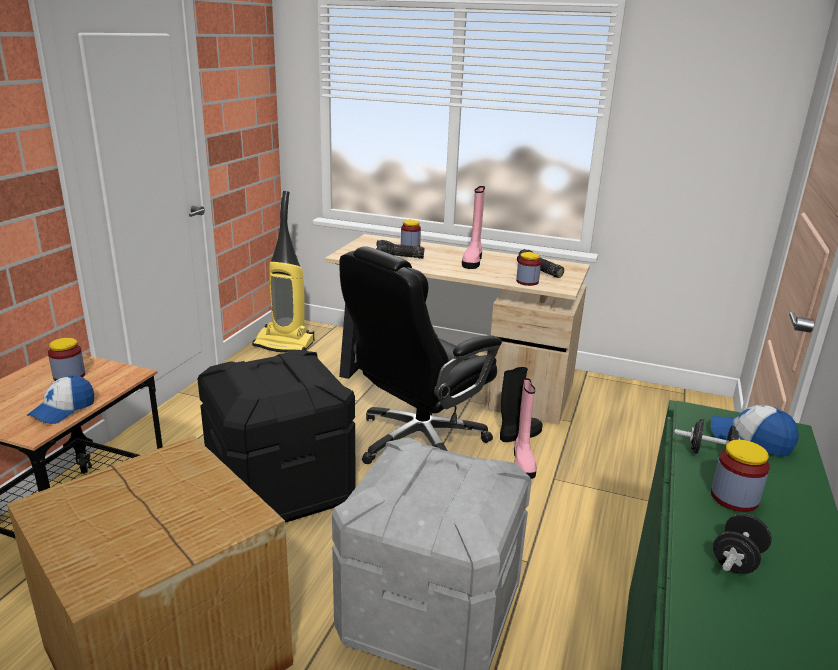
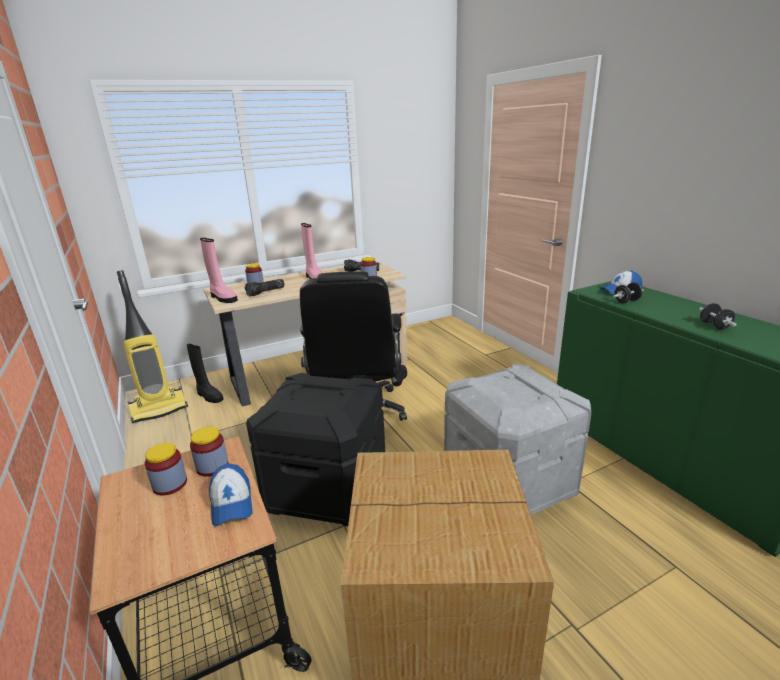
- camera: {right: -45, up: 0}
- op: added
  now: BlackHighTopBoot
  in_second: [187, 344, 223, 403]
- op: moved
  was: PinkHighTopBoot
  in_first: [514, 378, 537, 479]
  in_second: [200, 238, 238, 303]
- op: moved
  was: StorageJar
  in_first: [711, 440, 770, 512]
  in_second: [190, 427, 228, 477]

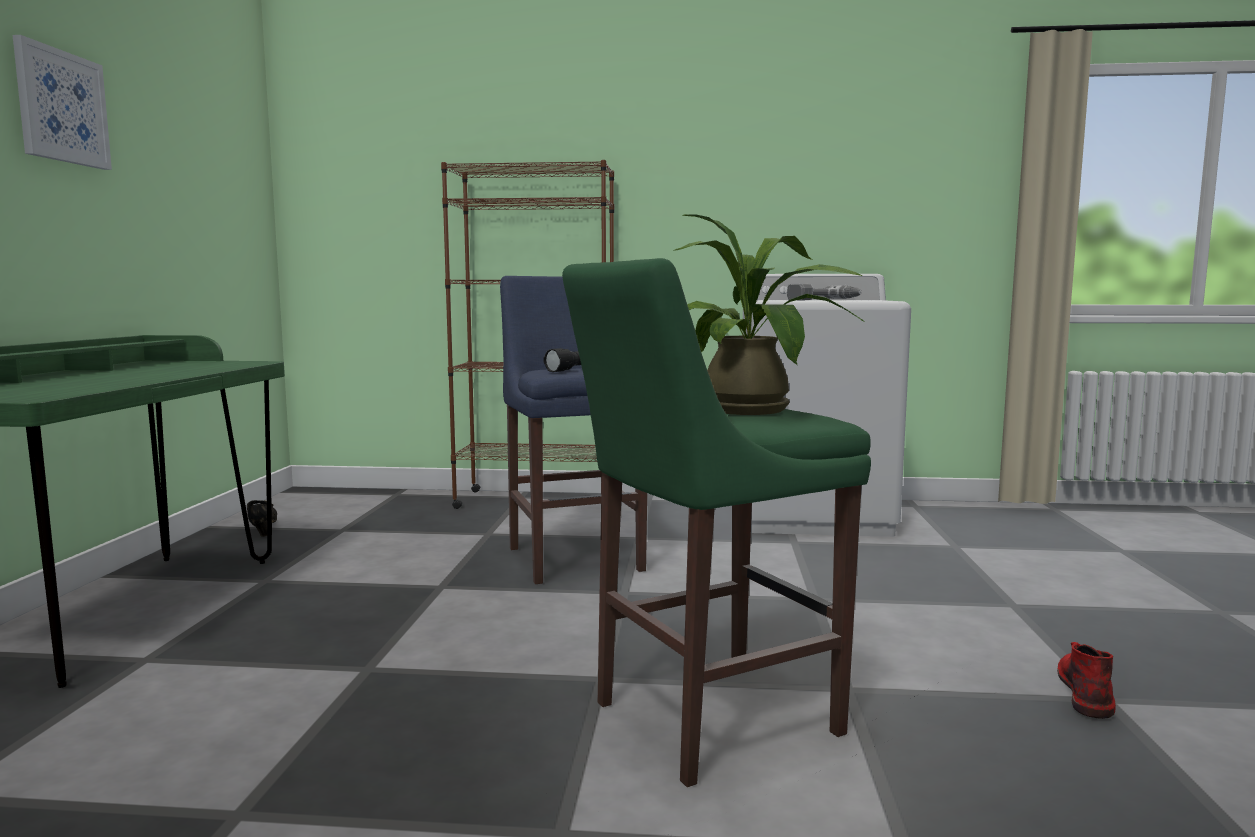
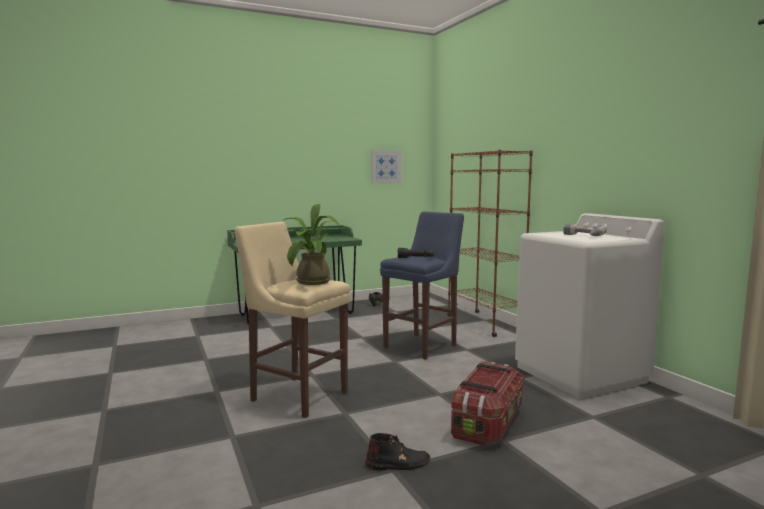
- camera: {right: 60, up: 0}
- op: added
  now: StorageBin
  in_second: [451, 361, 524, 446]
- op: moved
  was: Picture
  in_first: [13, 35, 112, 170]
  in_second: [371, 150, 401, 183]
- op: recoloured
  was: GreenishSittingStool
  now: BeigeColouredSittingStool
  in_first: [562, 258, 871, 787]
  in_second: [234, 222, 351, 418]
- op: recoloured
  was: ReddishHighTopBoot
  now: BlackHighTopBoot
  in_first: [1057, 642, 1116, 719]
  in_second: [365, 433, 431, 470]

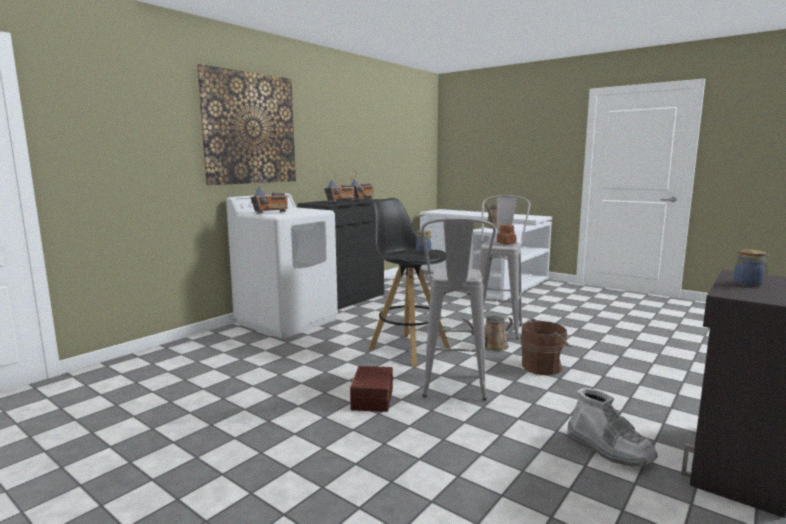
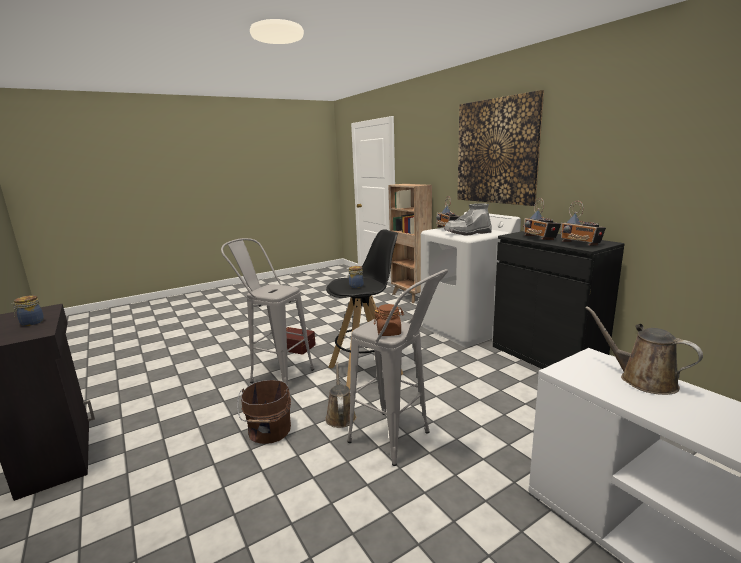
- camera: {right: 110, up: 5}
- op: added
  now: BrownBookshelf
  in_second: [389, 184, 432, 303]
- op: moved
  was: GrayHighTopBoot
  in_first: [567, 388, 658, 467]
  in_second: [444, 203, 492, 236]

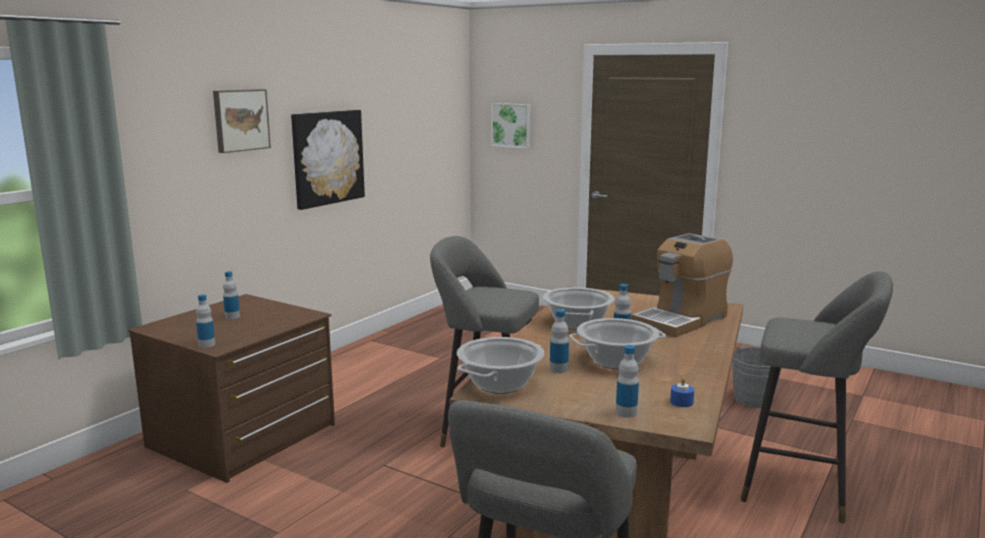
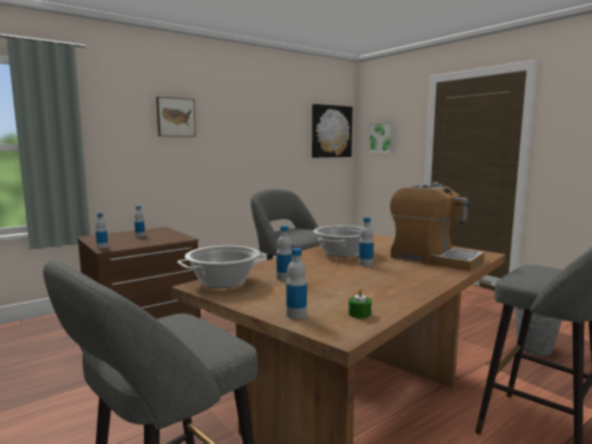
- camera: {right: 20, up: -5}
- op: removed
  was: Stockpot
  in_first: [569, 318, 666, 369]
- op: moved
  was: Picture
  in_first: [291, 110, 365, 210]
  in_second: [312, 104, 352, 158]
- op: recoloured
  was: BluishCandle
  now: GreenishCandle
  in_first: [670, 377, 694, 407]
  in_second: [349, 288, 371, 319]
- op: turned
  was: CoffeeMachine
  in_first: [631, 233, 733, 337]
  in_second: [390, 185, 485, 271]
  clockwise: -120

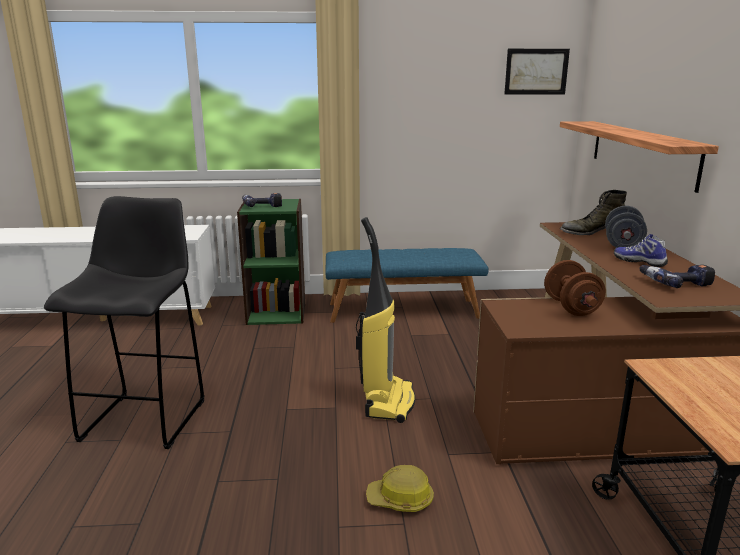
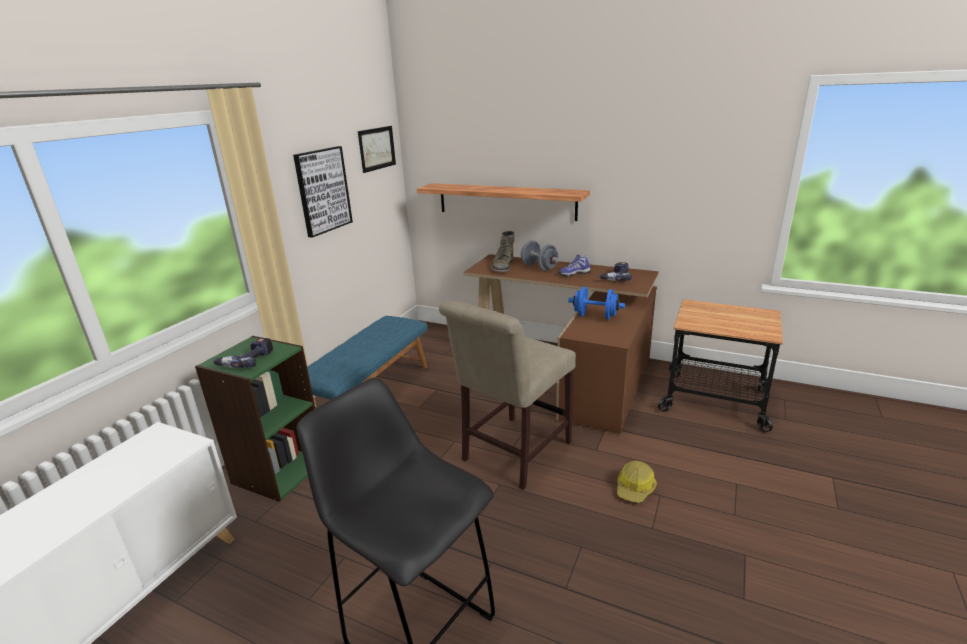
- camera: {right: -60, up: 5}
- op: added
  now: Picture
  in_second: [293, 146, 353, 238]
- op: replaced
  was: Hoover
  now: BeigeColouredChair
  in_first: [356, 217, 415, 423]
  in_second: [439, 301, 576, 490]
- op: recoloured
  was: BrownHandWeight
  now: BluishHandWeight
  in_first: [544, 260, 606, 316]
  in_second: [568, 286, 625, 319]

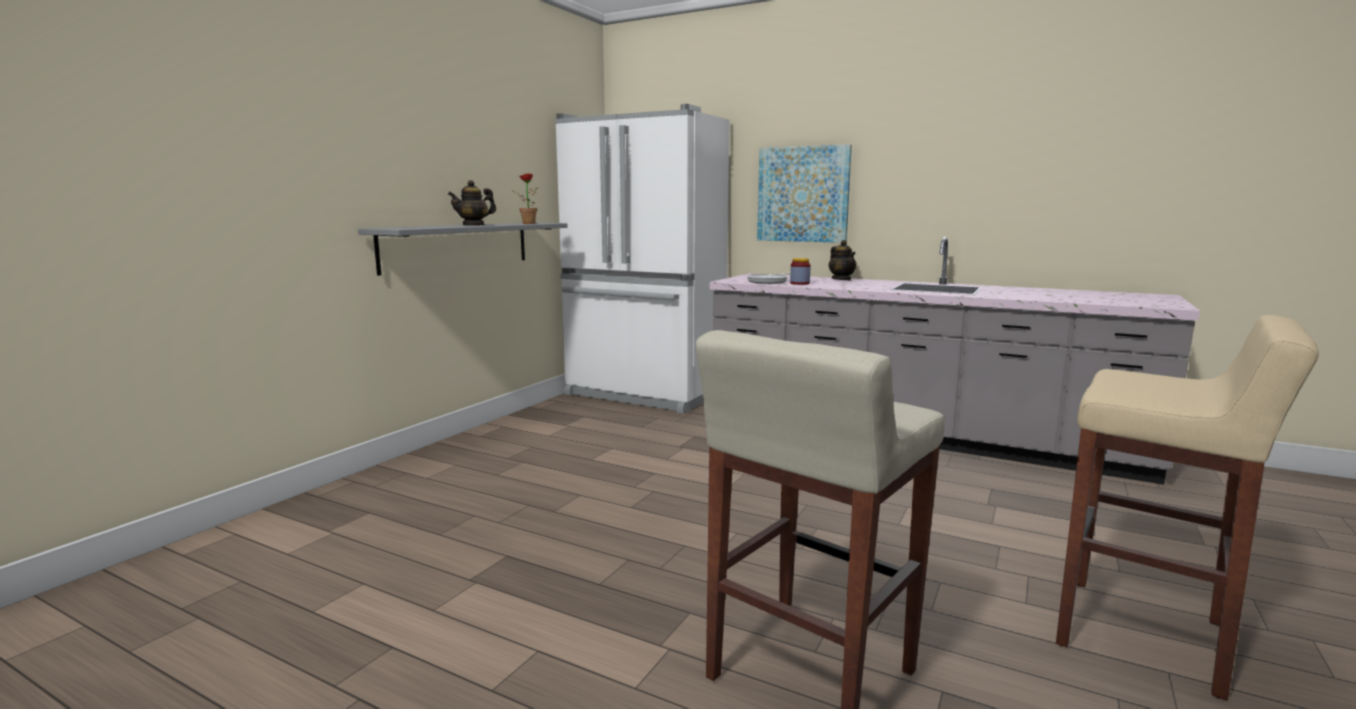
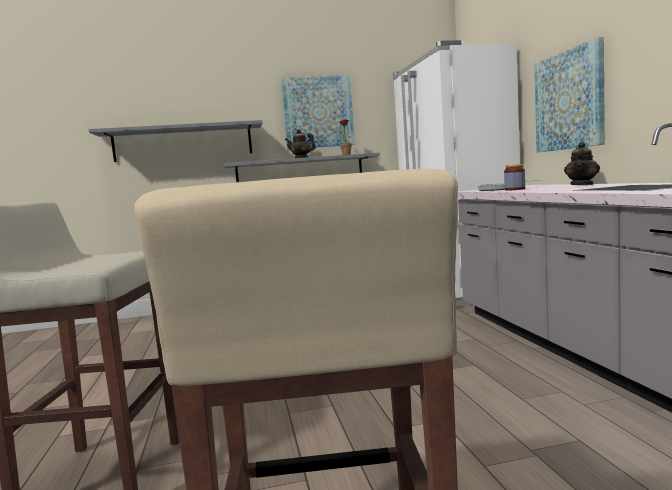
- camera: {right: 50, up: -5}
- op: added
  now: GrayBracketShelf
  in_second: [89, 120, 262, 162]
- op: added
  now: Picture
  in_second: [281, 75, 355, 149]

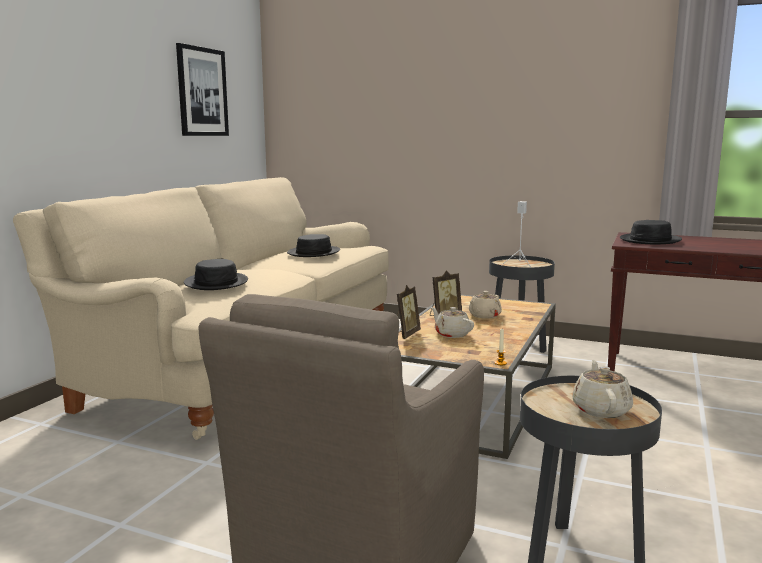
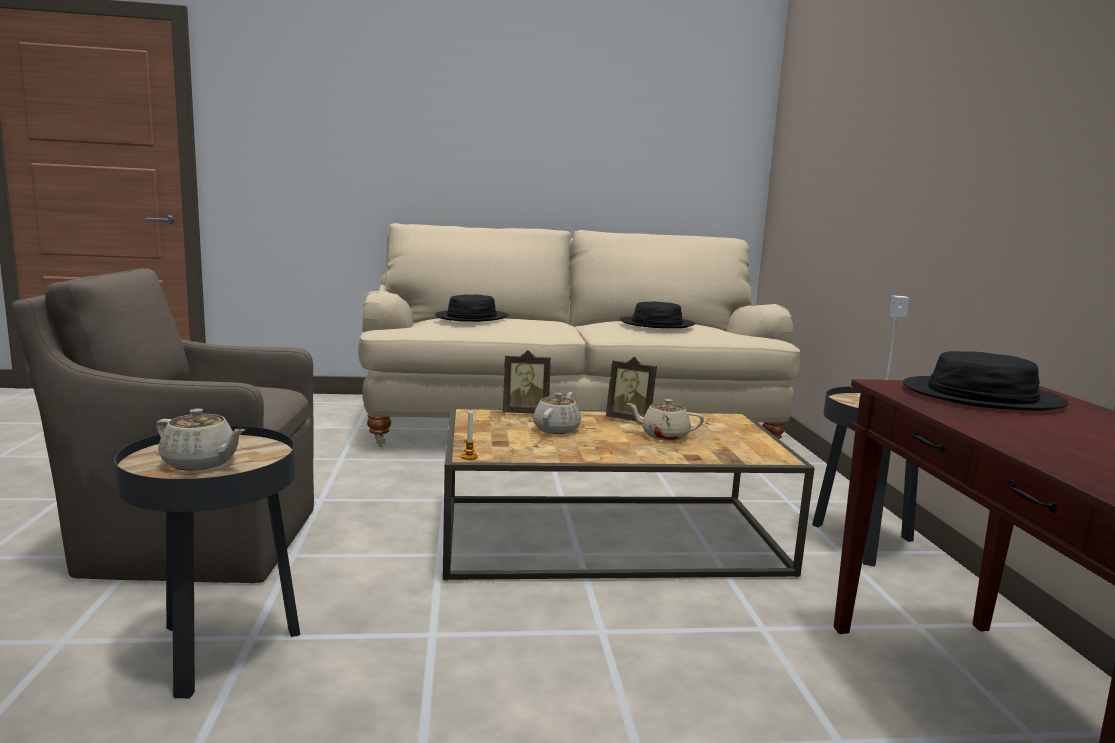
- camera: {right: 60, up: 0}
- op: removed
  was: Picture
  in_first: [176, 43, 229, 136]
- op: turned
  was: BeigeColouredTeaPot
  in_first: [573, 360, 633, 418]
  in_second: [156, 409, 245, 471]
  clockwise: 45

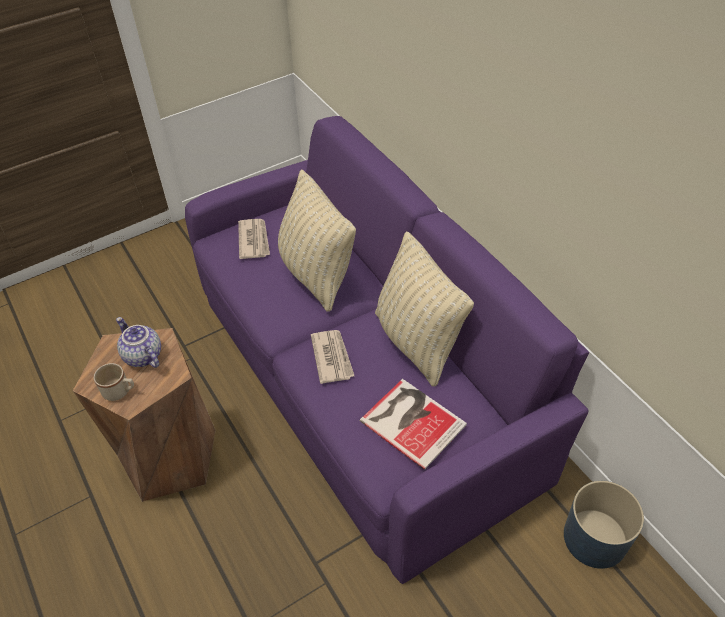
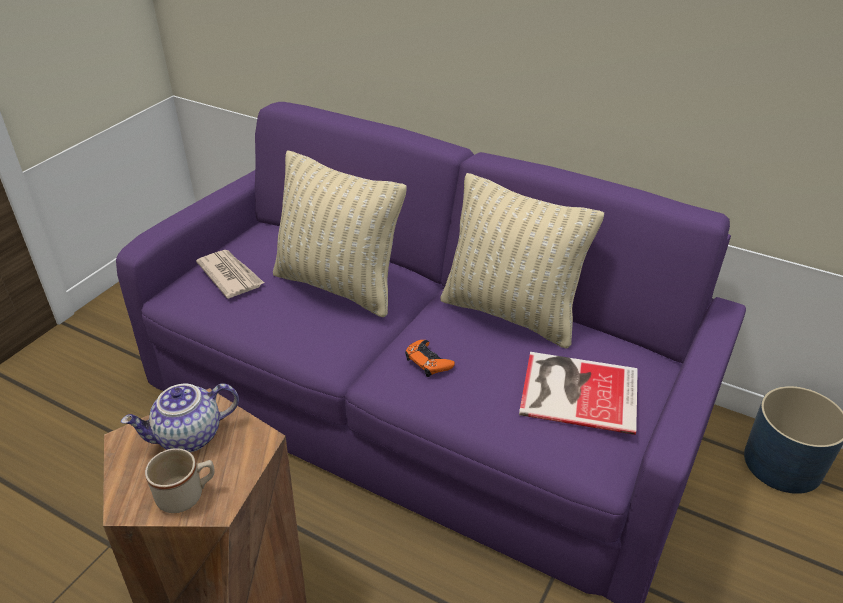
- camera: {right: -30, up: -10}
- op: replaced
  was: DailyPaper
  now: OrangeColouredGameController
  in_first: [311, 330, 354, 384]
  in_second: [405, 340, 455, 377]
- op: turned
  was: TeaPot
  in_first: [116, 317, 161, 368]
  in_second: [121, 383, 239, 452]
  clockwise: -45

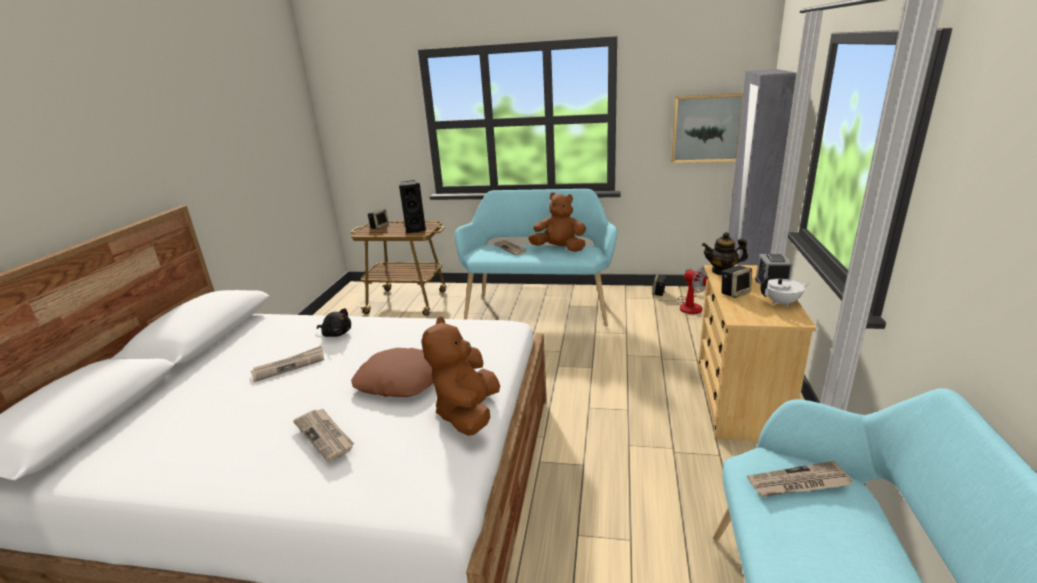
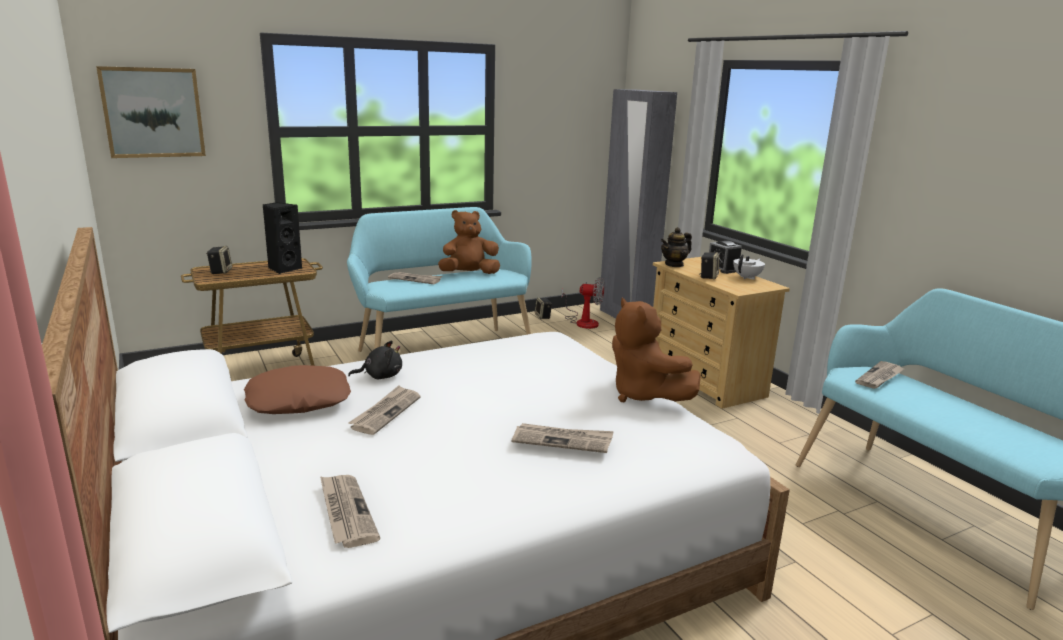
- camera: {right: -40, up: -5}
- op: added
  now: DailyPaper
  in_second: [320, 475, 380, 548]
- op: moved
  was: BrownPillow
  in_first: [351, 348, 433, 397]
  in_second: [244, 365, 351, 414]
- op: moved
  was: Picture
  in_first: [672, 93, 743, 163]
  in_second: [96, 66, 206, 158]

